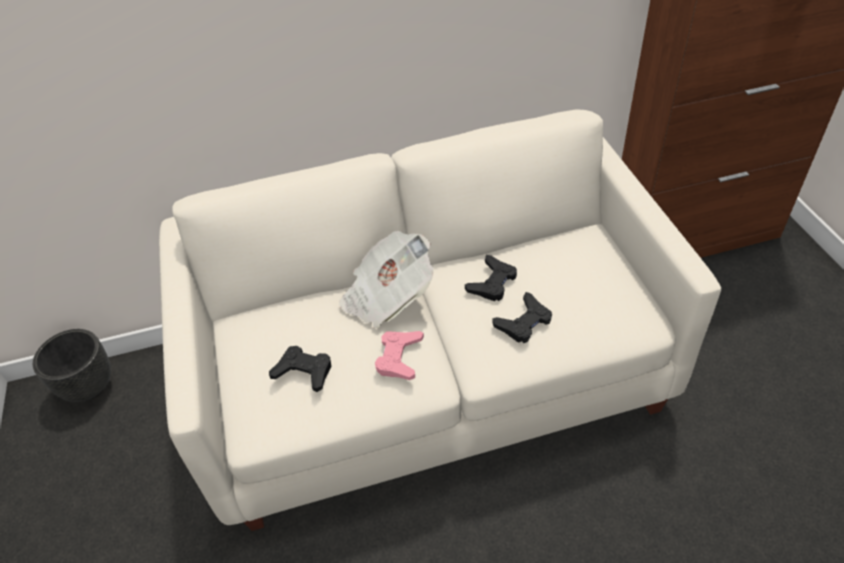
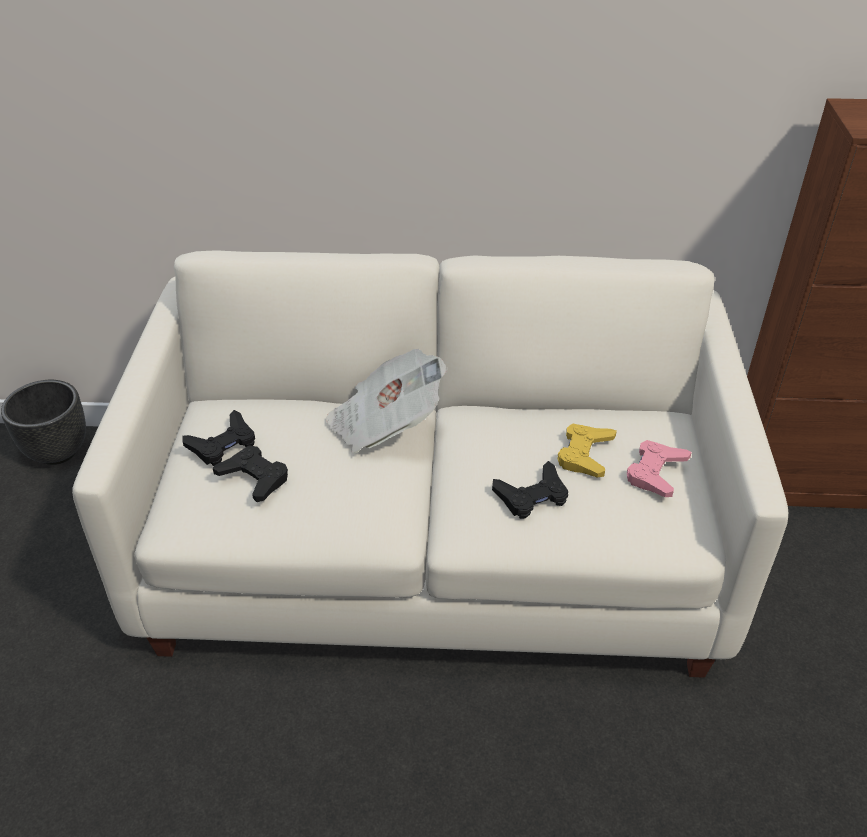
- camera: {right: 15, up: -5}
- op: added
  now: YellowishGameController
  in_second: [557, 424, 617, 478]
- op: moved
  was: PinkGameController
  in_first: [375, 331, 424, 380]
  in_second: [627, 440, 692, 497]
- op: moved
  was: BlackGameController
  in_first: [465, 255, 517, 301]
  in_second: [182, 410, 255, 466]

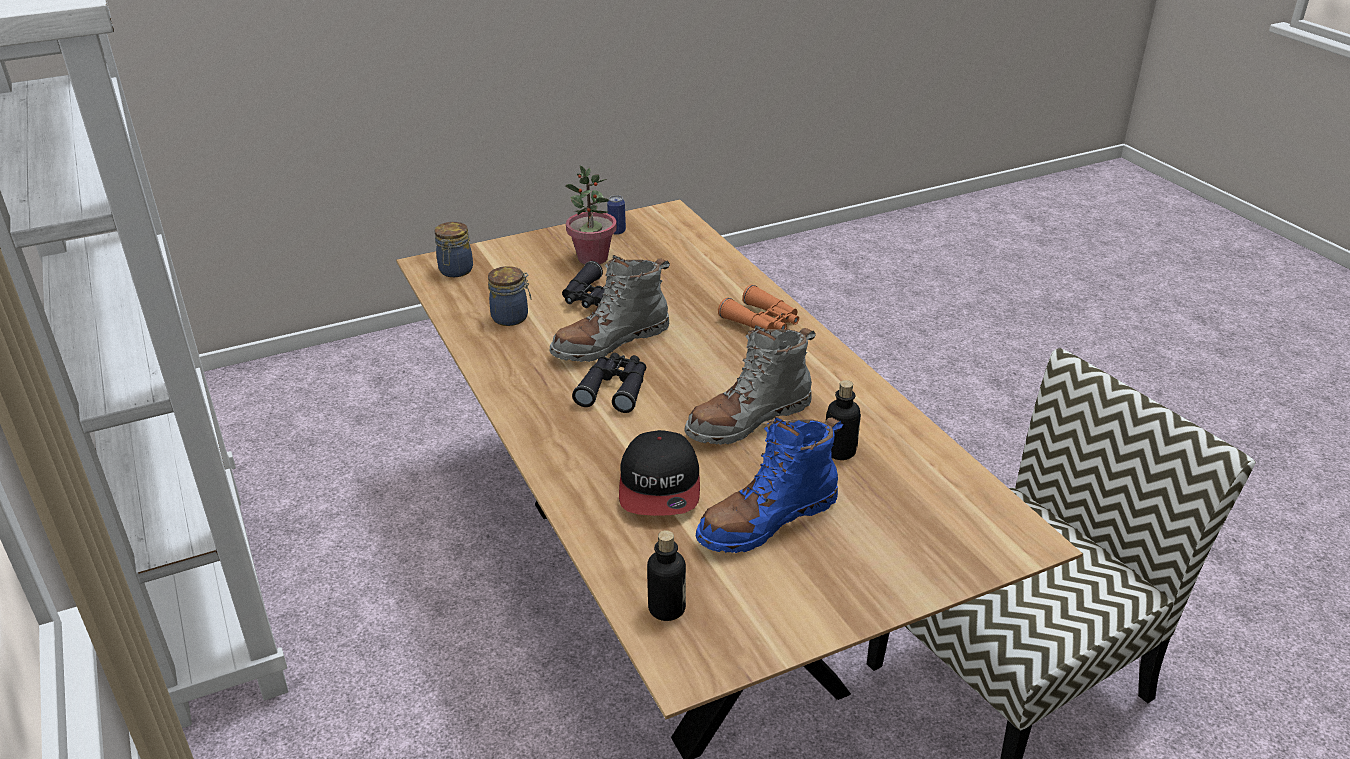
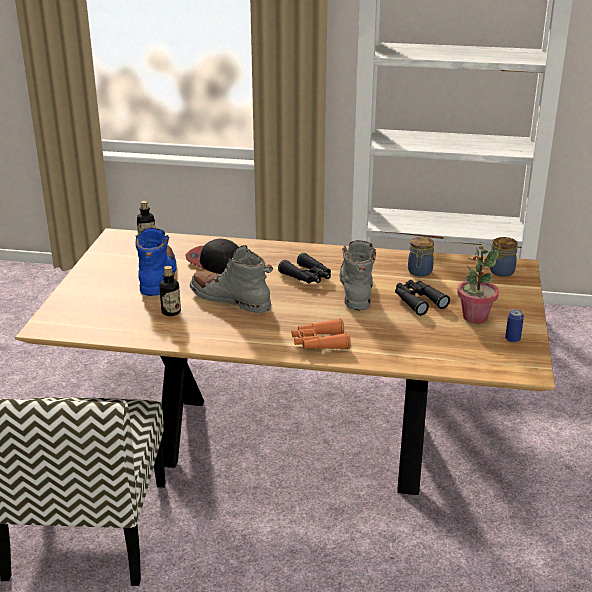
- camera: {right: 125, up: -5}
- op: turned
  was: GrayHighTopBoot
  in_first: [684, 325, 816, 445]
  in_second: [190, 245, 273, 313]
  clockwise: -60

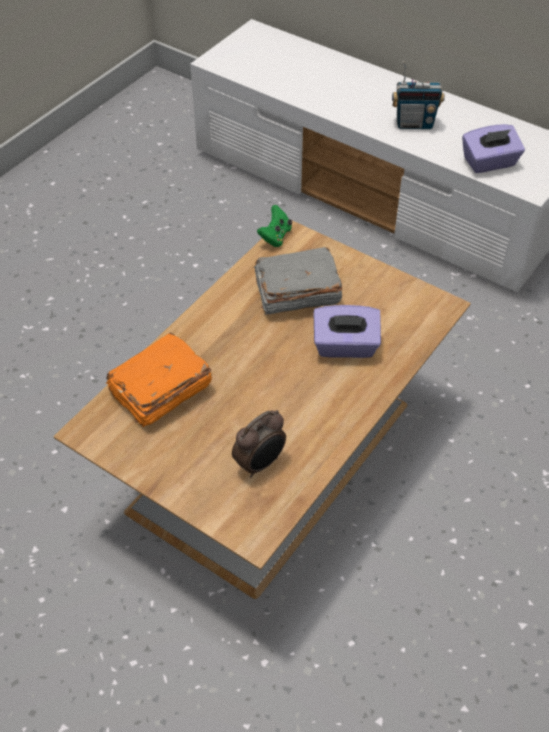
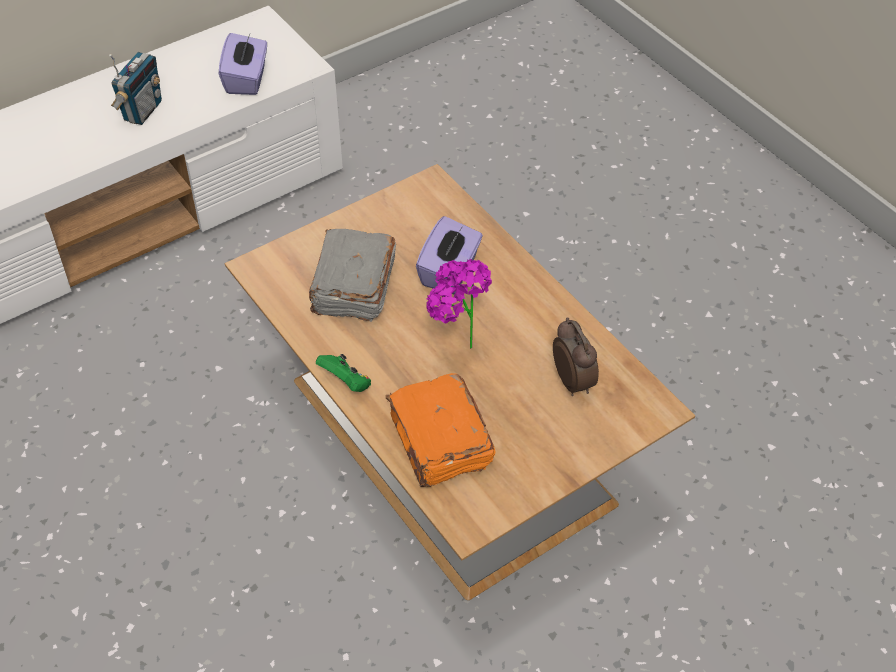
- camera: {right: -70, up: 0}
- op: added
  now: Houseplant
  in_second: [426, 259, 492, 349]
- op: moved
  was: GreenishGameController
  in_first: [257, 205, 292, 247]
  in_second: [316, 354, 371, 392]

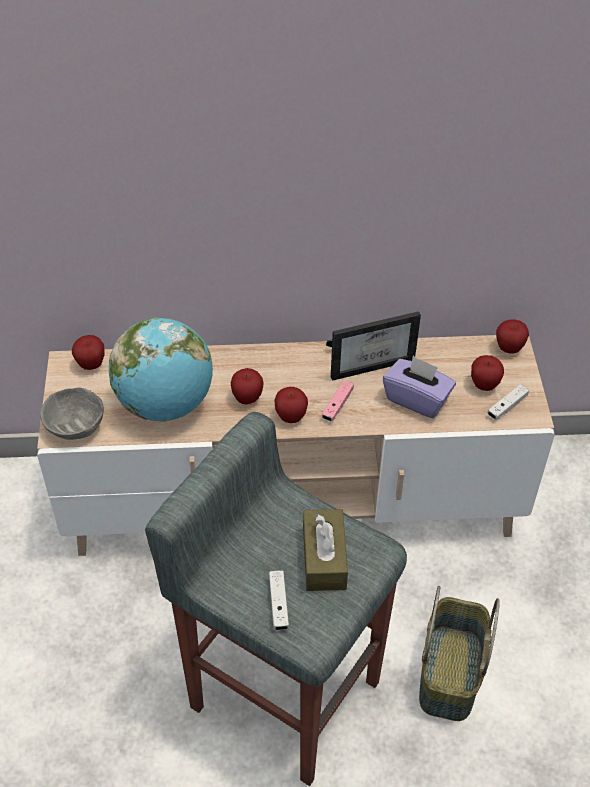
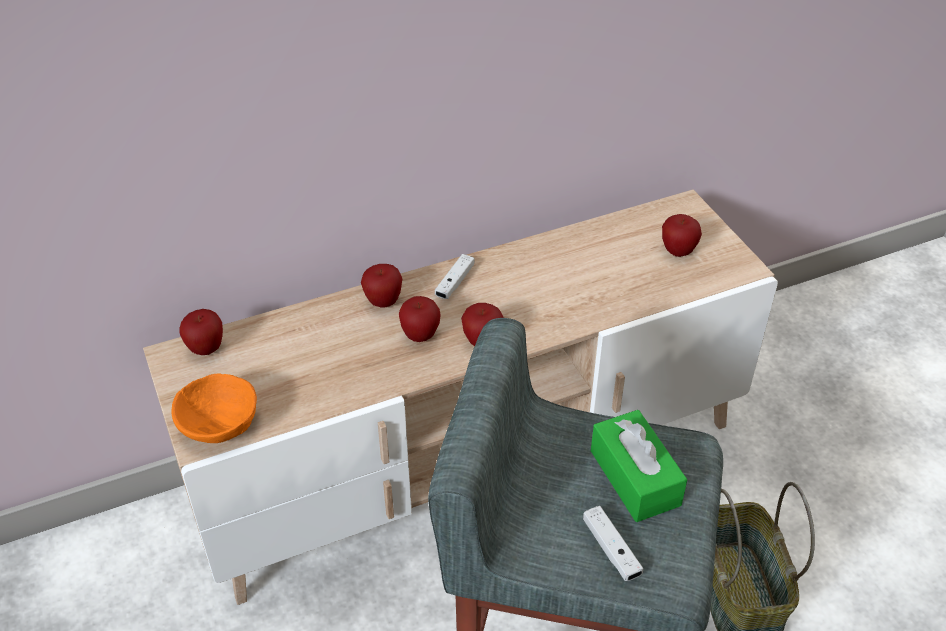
- camera: {right: -20, up: -5}
- op: removed
  was: WorldGlobe
  in_first: [109, 318, 213, 422]
- op: removed
  was: PinkGameController
  in_first: [322, 380, 354, 421]
- op: removed
  was: PictureFrame
  in_first: [326, 311, 421, 381]
- op: removed
  was: PurplishTissueHolder
  in_first: [383, 356, 456, 418]
- op: moved
  was: WhiteGameController
  in_first: [487, 384, 529, 420]
  in_second: [435, 254, 475, 299]
- op: moved
  was: AppleFruit
  in_first: [496, 319, 529, 354]
  in_second: [361, 264, 402, 308]
- op: recoloured
  was: GrayDeepDish
  now: OrangeColouredDeepDish
  in_first: [40, 388, 104, 440]
  in_second: [171, 374, 257, 443]
- op: recoloured
  was: BrownTissueHolder
  now: GreenishTissueHolder
  in_first: [303, 509, 348, 591]
  in_second: [591, 410, 687, 522]

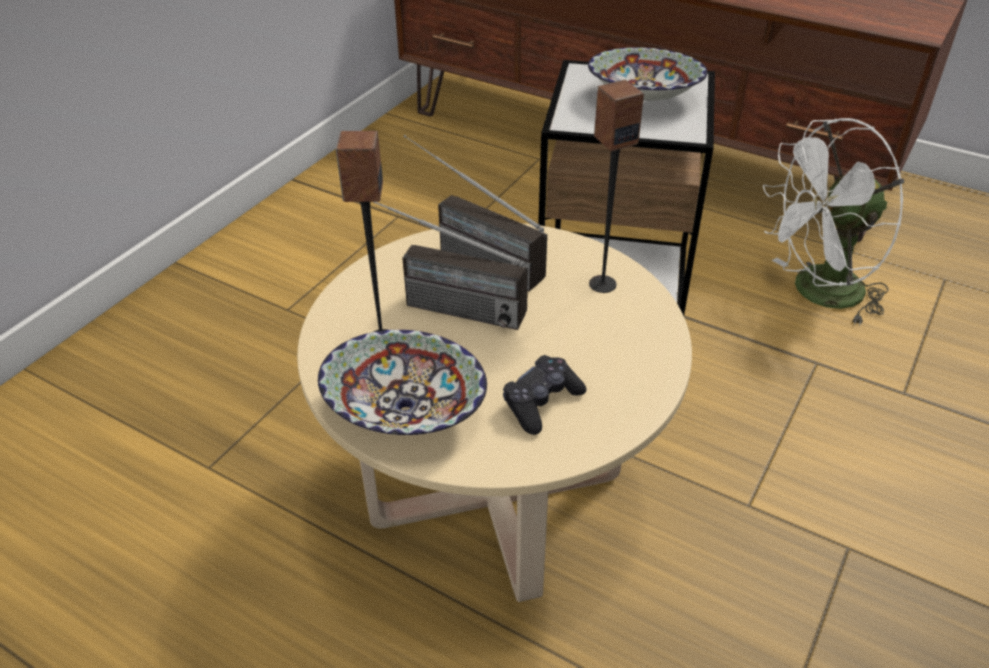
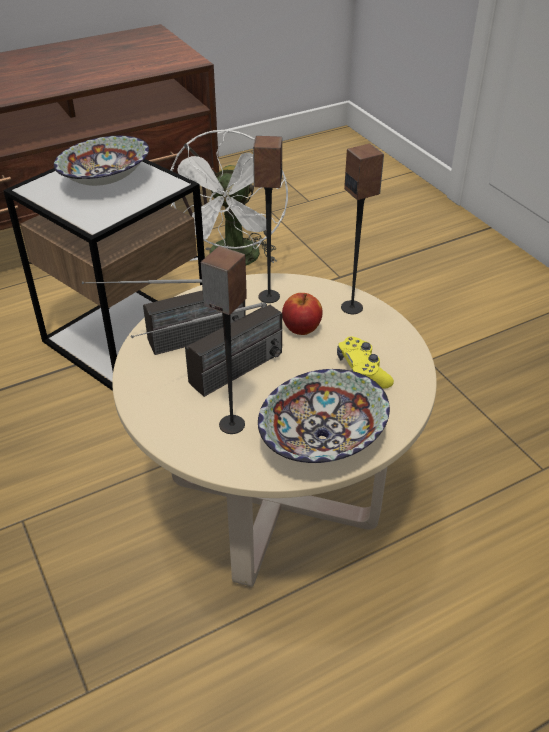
- camera: {right: -60, up: 0}
- op: added
  now: AppleFruit
  in_second: [282, 293, 323, 335]
- op: added
  now: Loudspeaker
  in_second: [341, 144, 384, 314]
- op: recoloured
  was: BlackGameController
  now: YellowishGameController
  in_first: [503, 355, 586, 435]
  in_second: [337, 336, 394, 389]

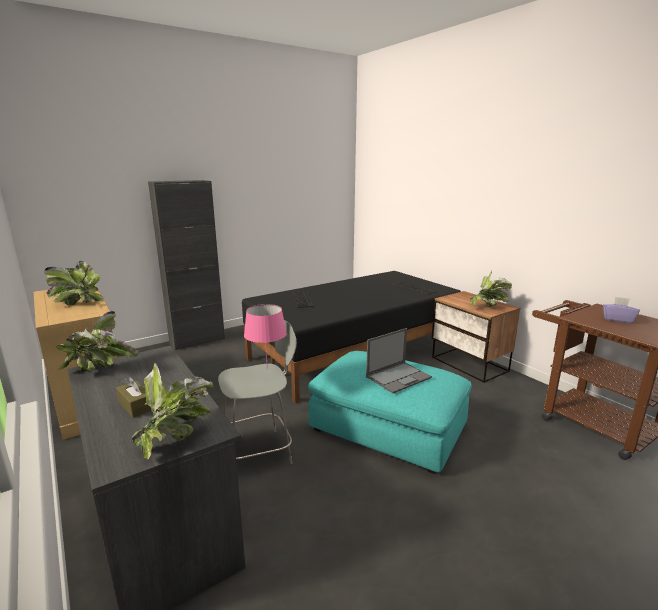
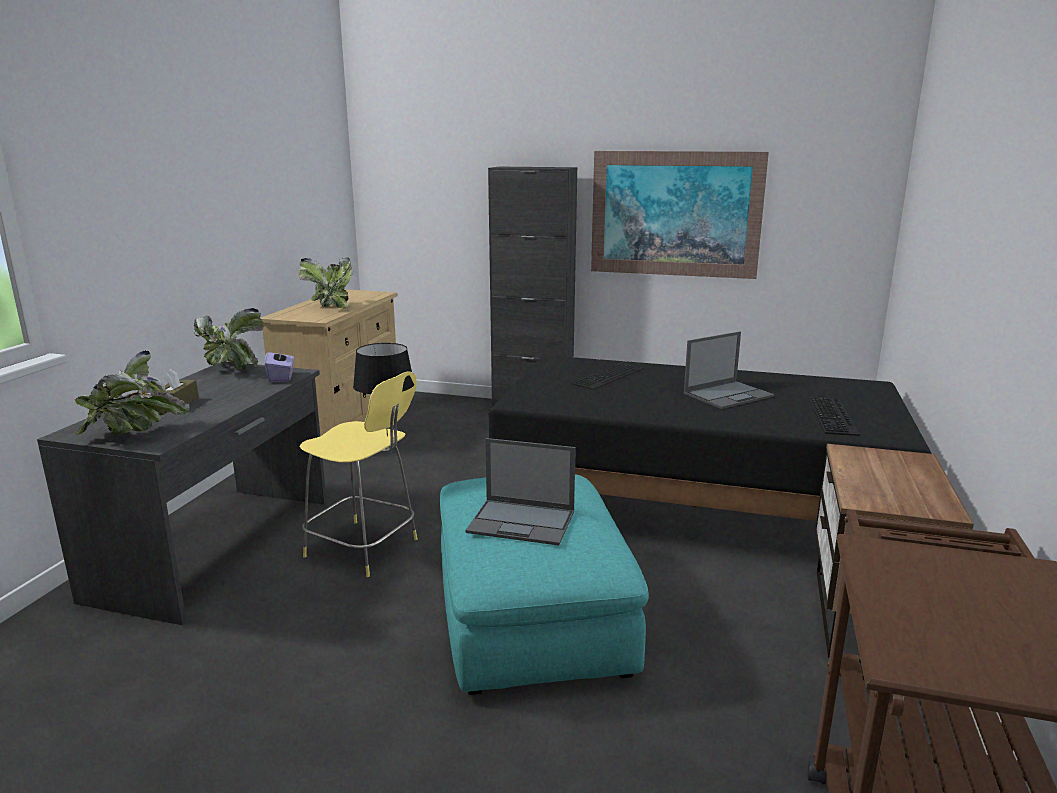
- camera: {right: 50, up: 0}
- op: removed
  was: Houseplant
  in_first: [470, 270, 512, 307]
- op: added
  now: Picture
  in_second: [591, 151, 769, 279]
- op: added
  now: Laptop
  in_second: [684, 331, 774, 409]
- op: moved
  was: PurplishTissueHolder
  in_first: [603, 297, 640, 323]
  in_second: [264, 346, 294, 382]
- op: recoloured
  was: GraySittingStool
  now: YellowishSittingStool
  in_first: [218, 320, 297, 464]
  in_second: [299, 371, 417, 577]
- op: recoloured
  was: PinkTableLamp
  now: BlackTableLamp
  in_first: [244, 304, 286, 369]
  in_second: [353, 343, 414, 436]

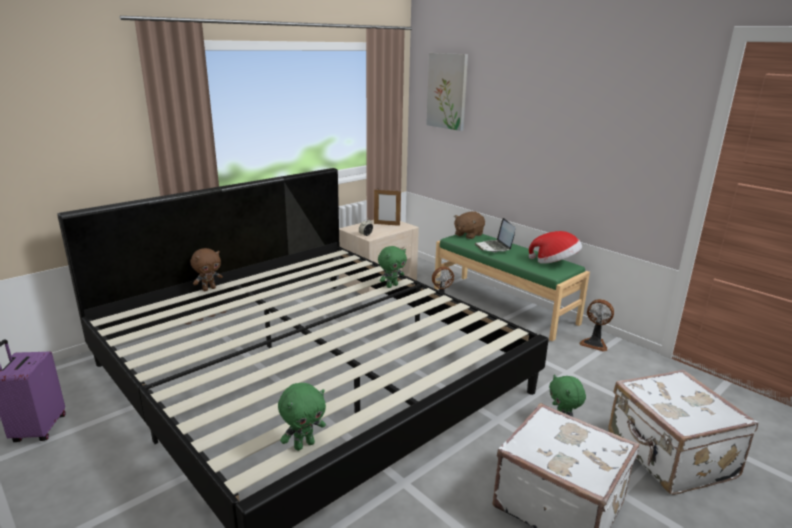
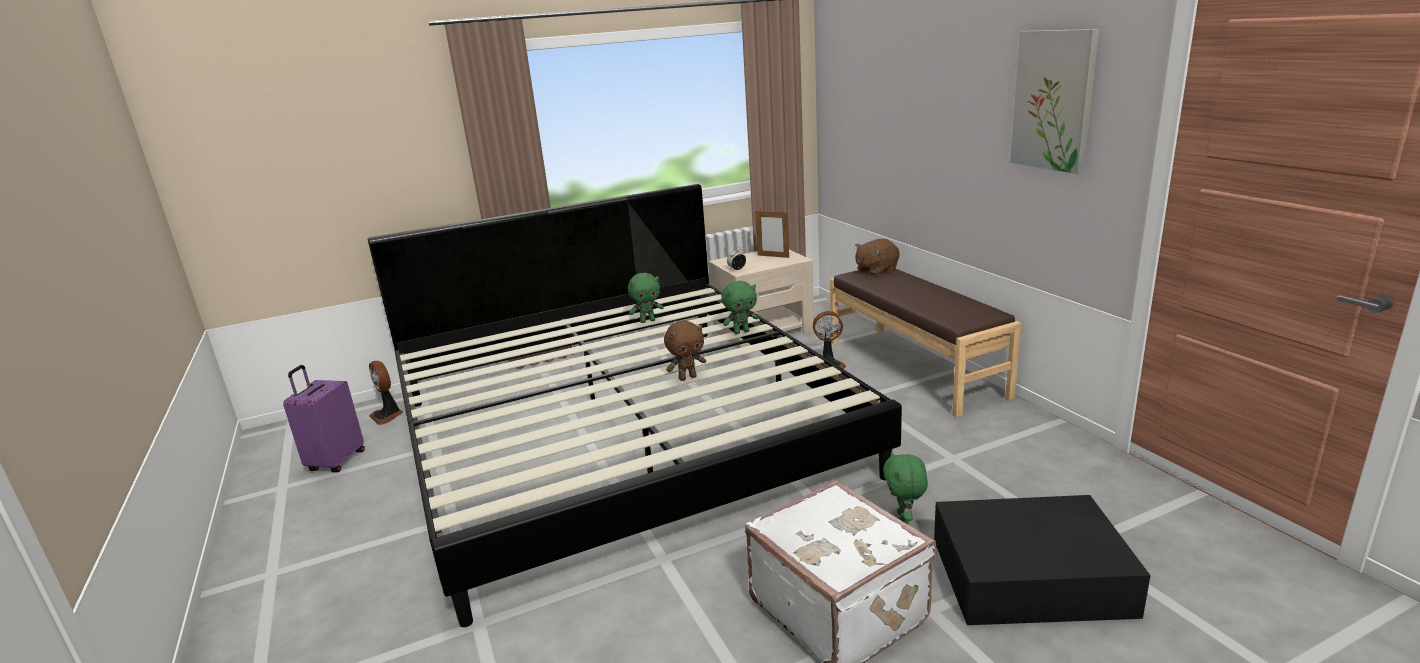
- camera: {right: 20, up: 0}
- op: removed
  was: Laptop
  in_first: [475, 218, 515, 252]
- op: removed
  was: ClothingHat
  in_first: [529, 231, 582, 264]
- op: moved
  was: BrownCuddlyToy
  in_first: [191, 248, 223, 291]
  in_second: [664, 320, 706, 381]
- op: moved
  was: GreenishCuddlyToy
  in_first: [278, 383, 326, 451]
  in_second: [628, 273, 664, 323]
- op: moved
  was: Picture
  in_first: [426, 53, 468, 131]
  in_second: [1010, 29, 1099, 174]
- op: moved
  was: Fan
  in_first: [579, 299, 614, 352]
  in_second: [369, 361, 403, 425]
- op: replaced
  was: WhiteSuitcase
  now: BlackStorageBin
  in_first: [608, 370, 758, 495]
  in_second: [934, 495, 1151, 625]
- op: recoloured
  was: GreenishBench
  now: BrownBench
  in_first: [434, 233, 590, 341]
  in_second: [830, 268, 1021, 418]

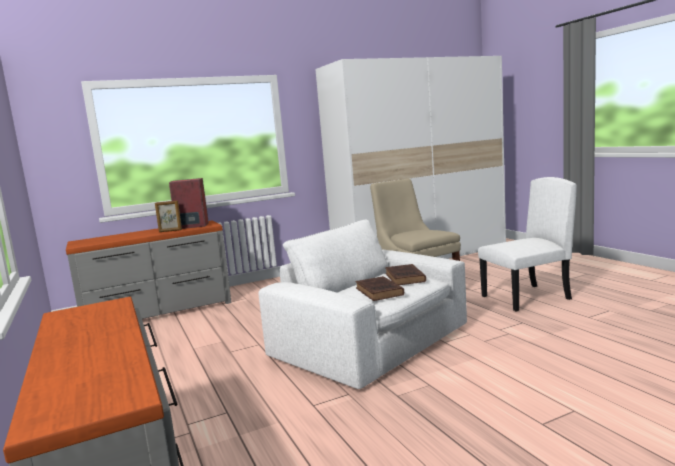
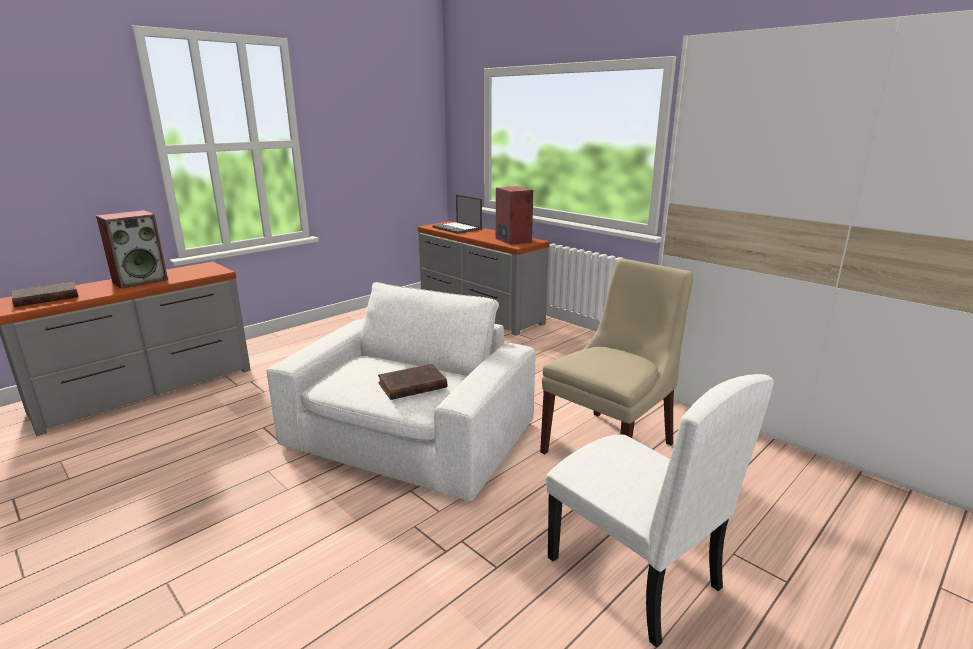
- camera: {right: 70, up: 10}
- op: removed
  was: PictureFrame
  in_first: [155, 200, 182, 232]
- op: added
  now: Loudspeaker
  in_second: [96, 210, 168, 289]
- op: added
  now: Laptop
  in_second: [432, 194, 482, 234]
- op: moved
  was: BrownBook
  in_first: [356, 276, 404, 301]
  in_second: [12, 281, 78, 307]

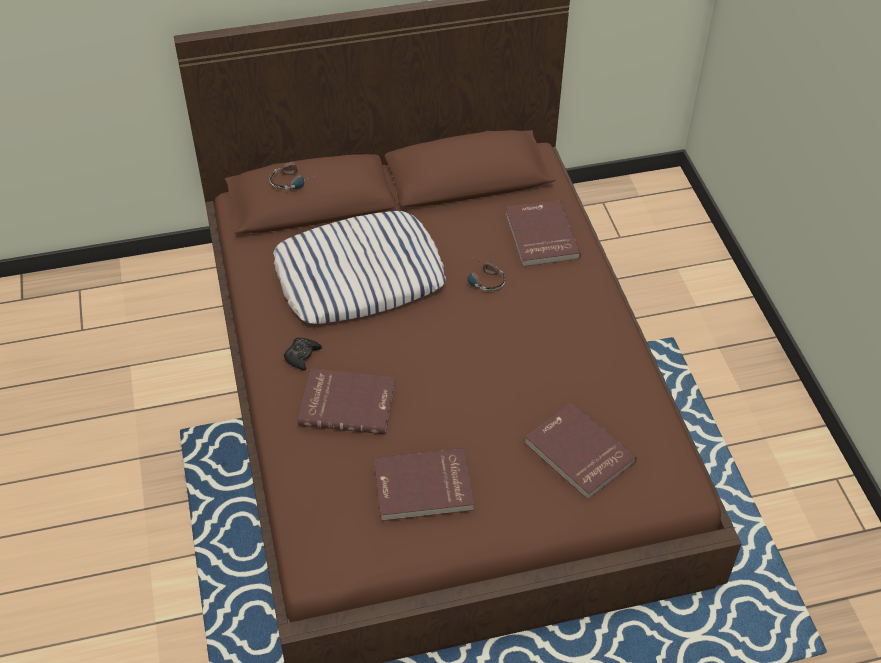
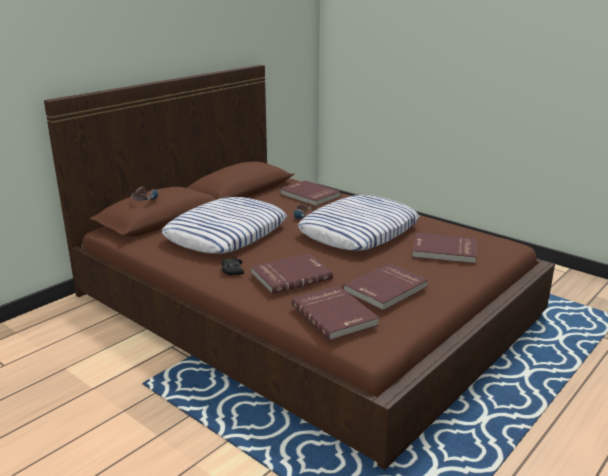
- camera: {right: -35, up: -25}
- op: added
  now: ReddishBook
  in_second: [291, 286, 379, 341]
- op: added
  now: Pillow
  in_second: [298, 195, 420, 251]

